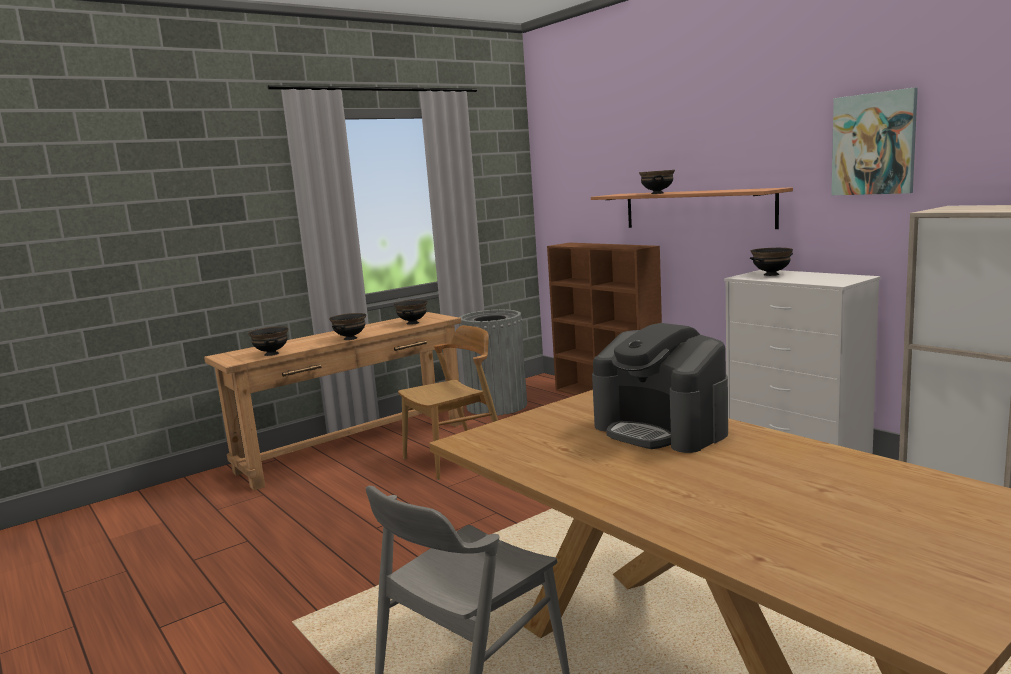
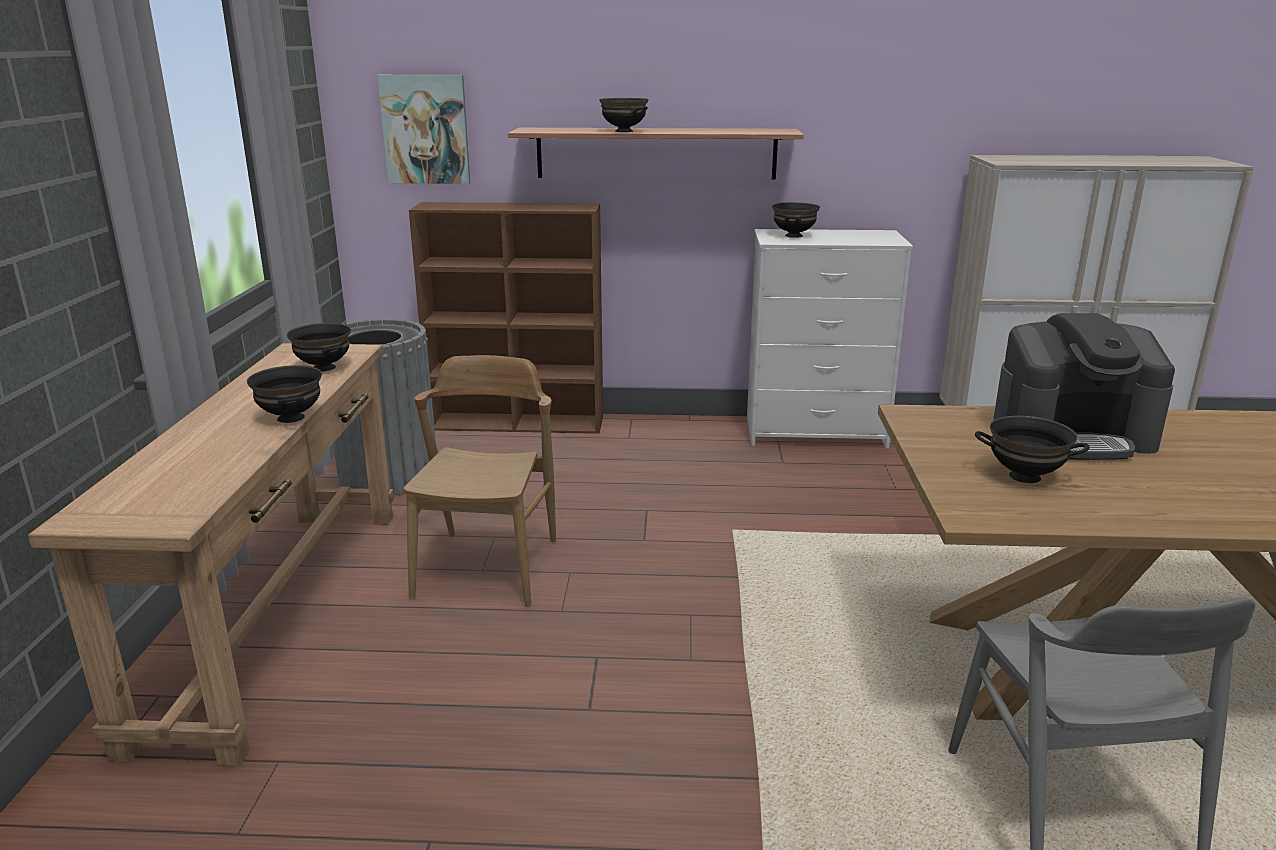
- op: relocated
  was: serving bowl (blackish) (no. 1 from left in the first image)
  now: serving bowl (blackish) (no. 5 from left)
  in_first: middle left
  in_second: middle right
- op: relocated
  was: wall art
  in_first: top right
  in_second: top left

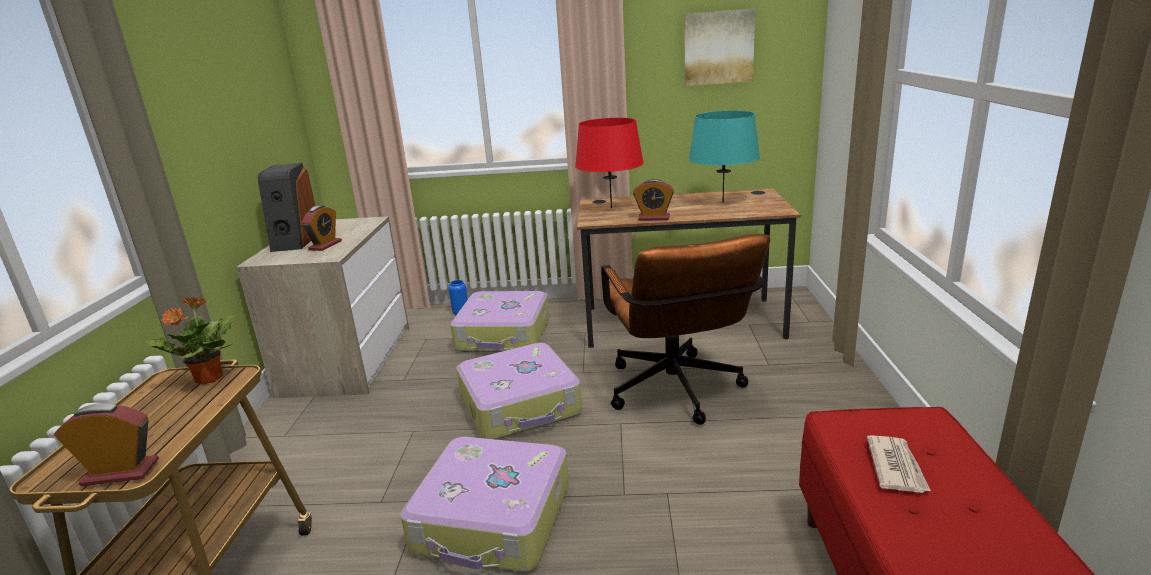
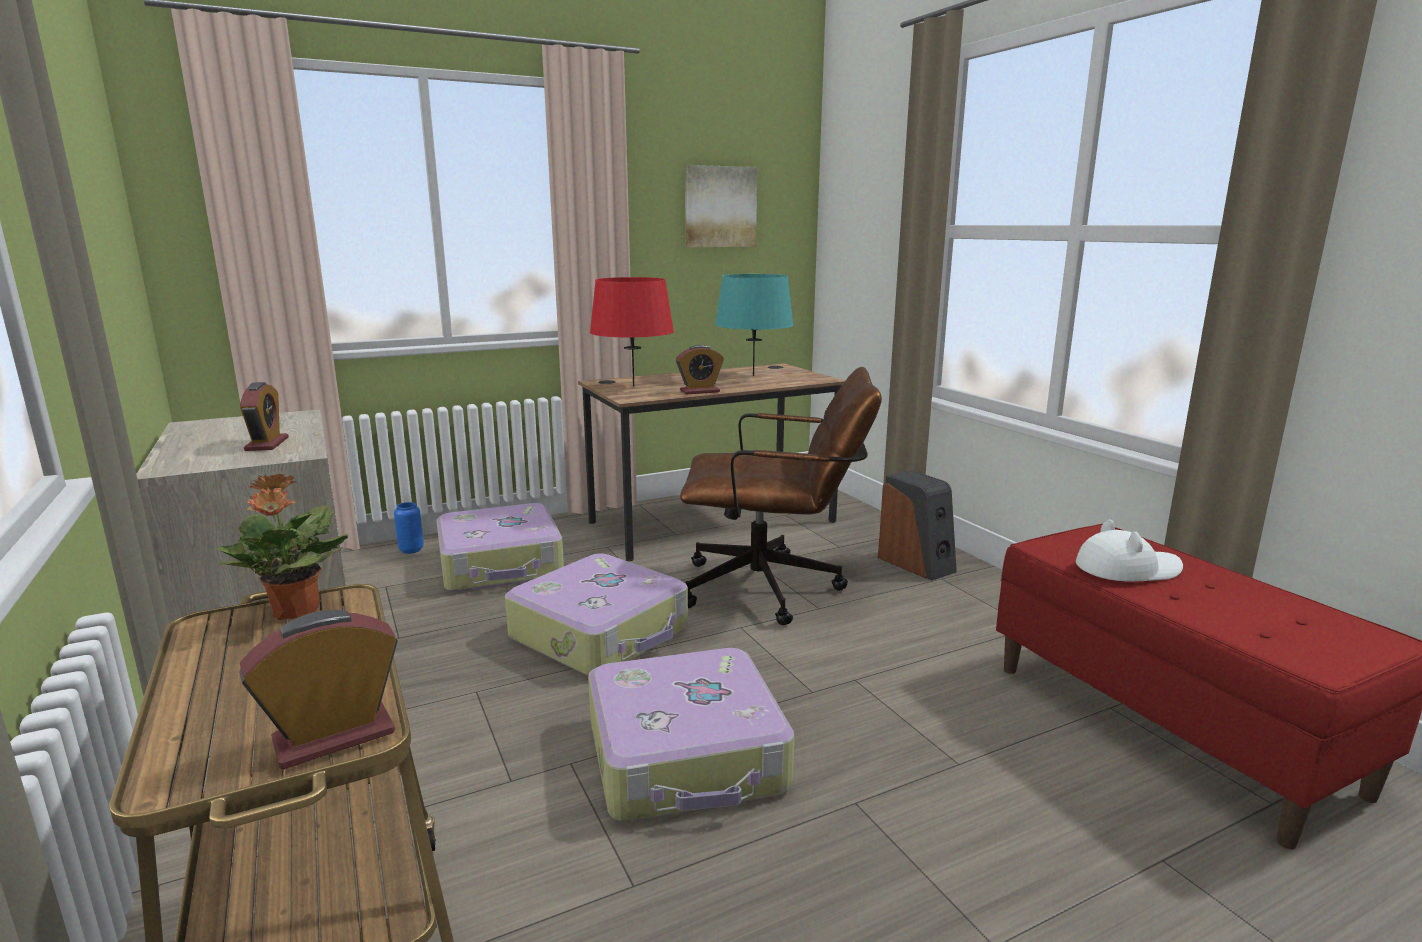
- op: relocated
  was: loudspeaker
  in_first: middle left
  in_second: centre
- op: exchanged
  was: newspaper
  now: hat (whitish)
  in_first: bottom right
  in_second: middle right
- op: spun
  was: computer chair (brown)
  in_first: centre
  in_second: centre
  clockwise: -45

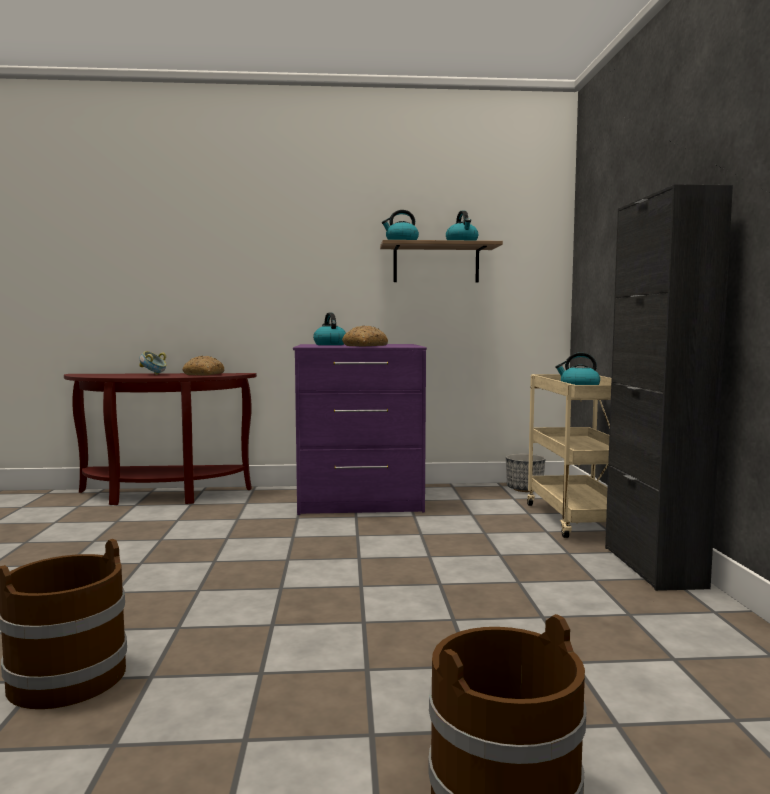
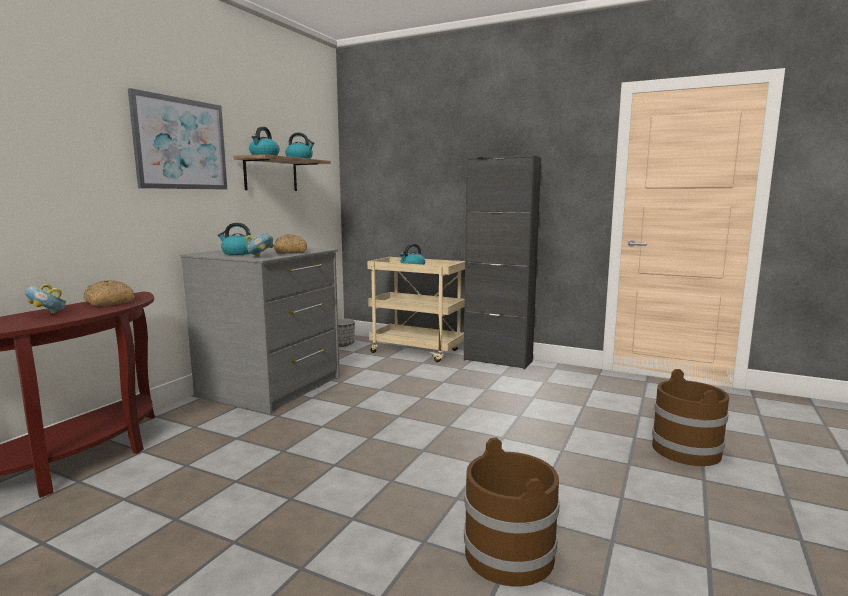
- op: appeared
  now: wall art
  in_second: top left
- op: appeared
  now: serving bowl (no. 2 from left)
  in_second: middle left
- op: colour
  was: chest of drawers (purple)
  now: chest of drawers (grey)
  in_first: centre
  in_second: middle left

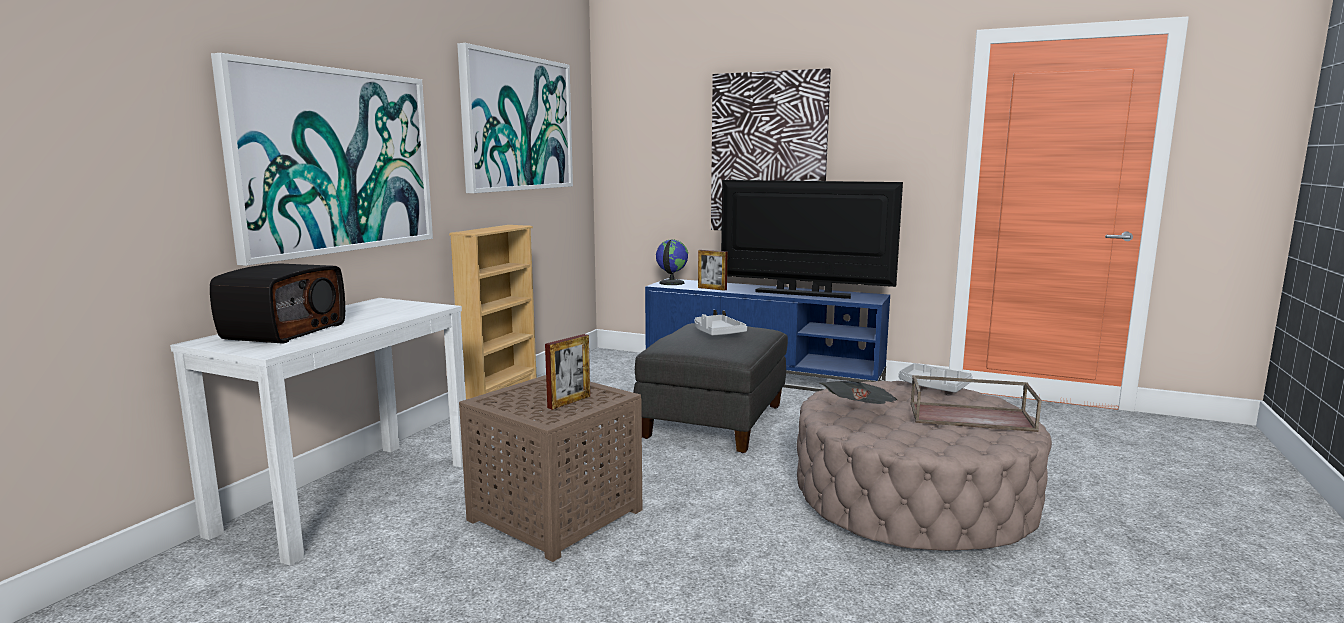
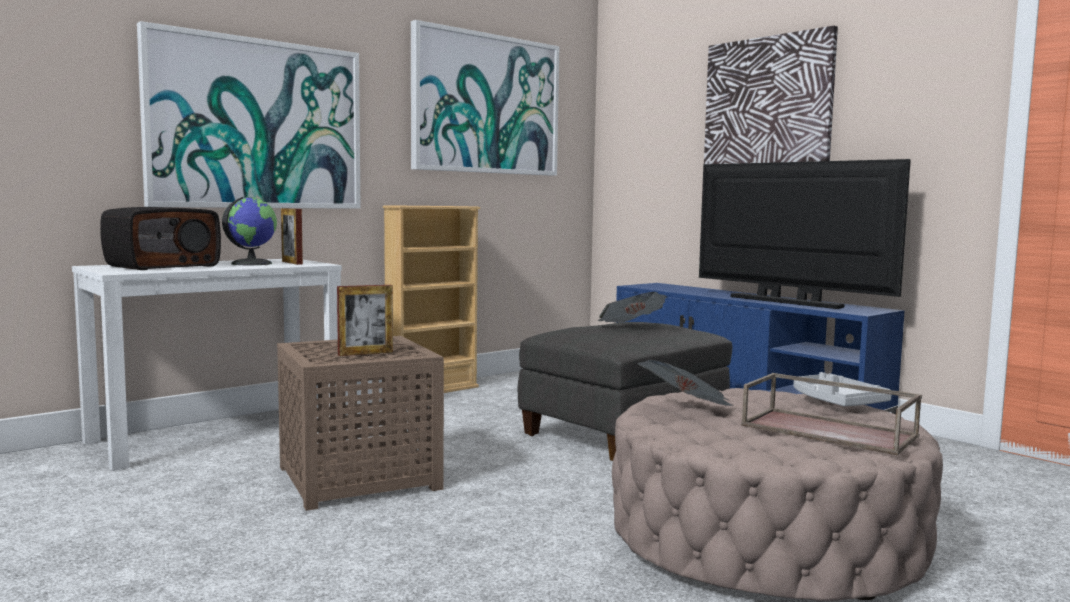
- op: relocated
  was: world globe
  in_first: centre
  in_second: middle left
- op: relocated
  was: photo frame (no. 2 from left in the first image)
  now: photo frame (no. 1 from left)
  in_first: centre
  in_second: middle left
- op: exchanged
  was: carrying tray (grey) (no. 1 from left)
  now: newspaper (no. 1 from left)
  in_first: centre
  in_second: centre

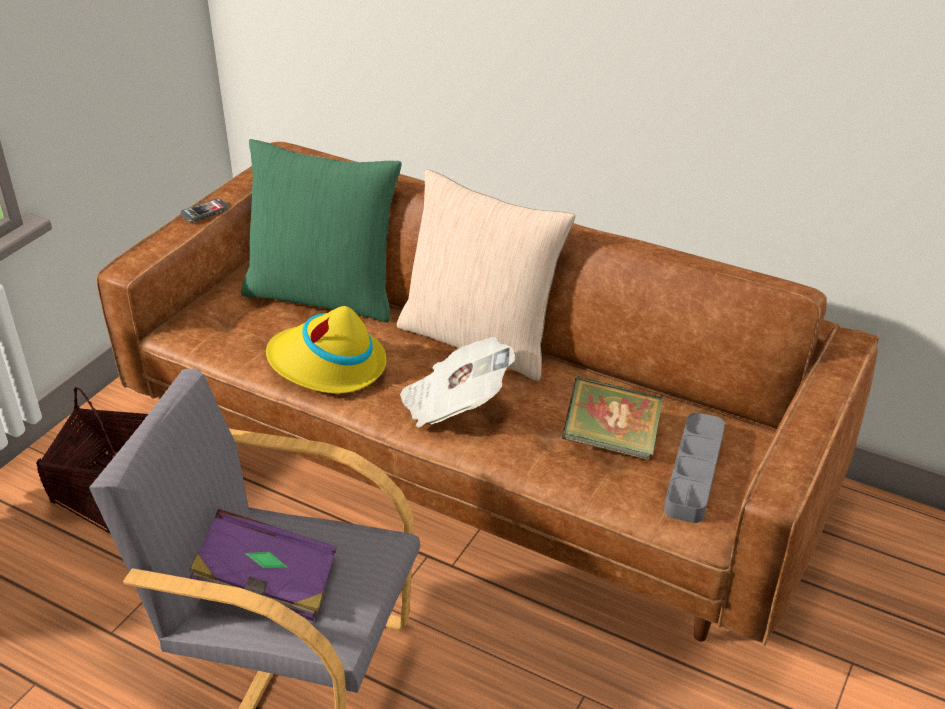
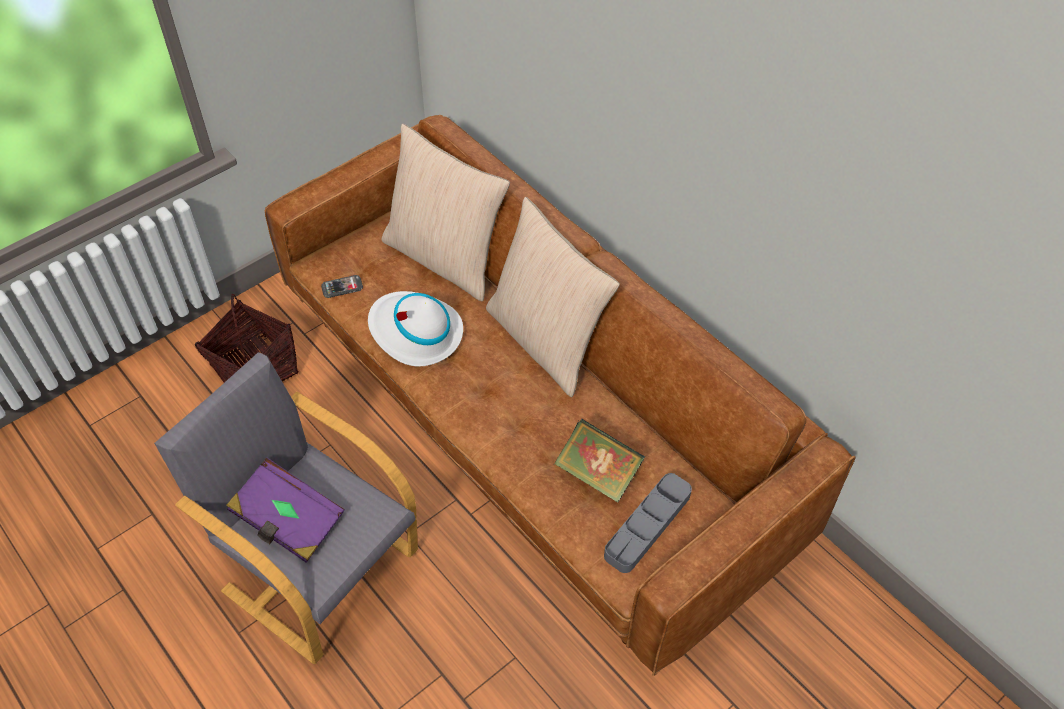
- op: missing
  was: newspaper
  in_first: centre
- op: relocated
  was: telephone
  in_first: top left
  in_second: middle left
- op: colour
  was: throw pillow (greenish)
  now: throw pillow (sand-coloured) (no. 1 from left)
  in_first: top centre
  in_second: top centre
- op: colour
  was: hat (yellow)
  now: hat (whitish)
  in_first: centre
  in_second: centre

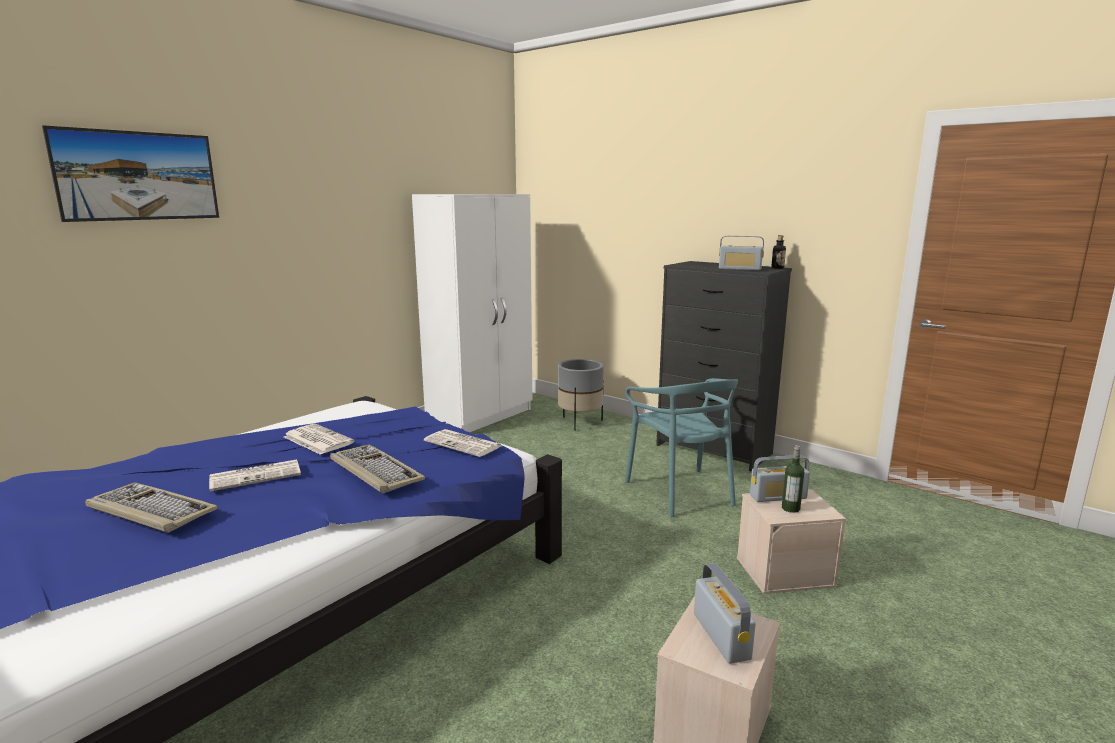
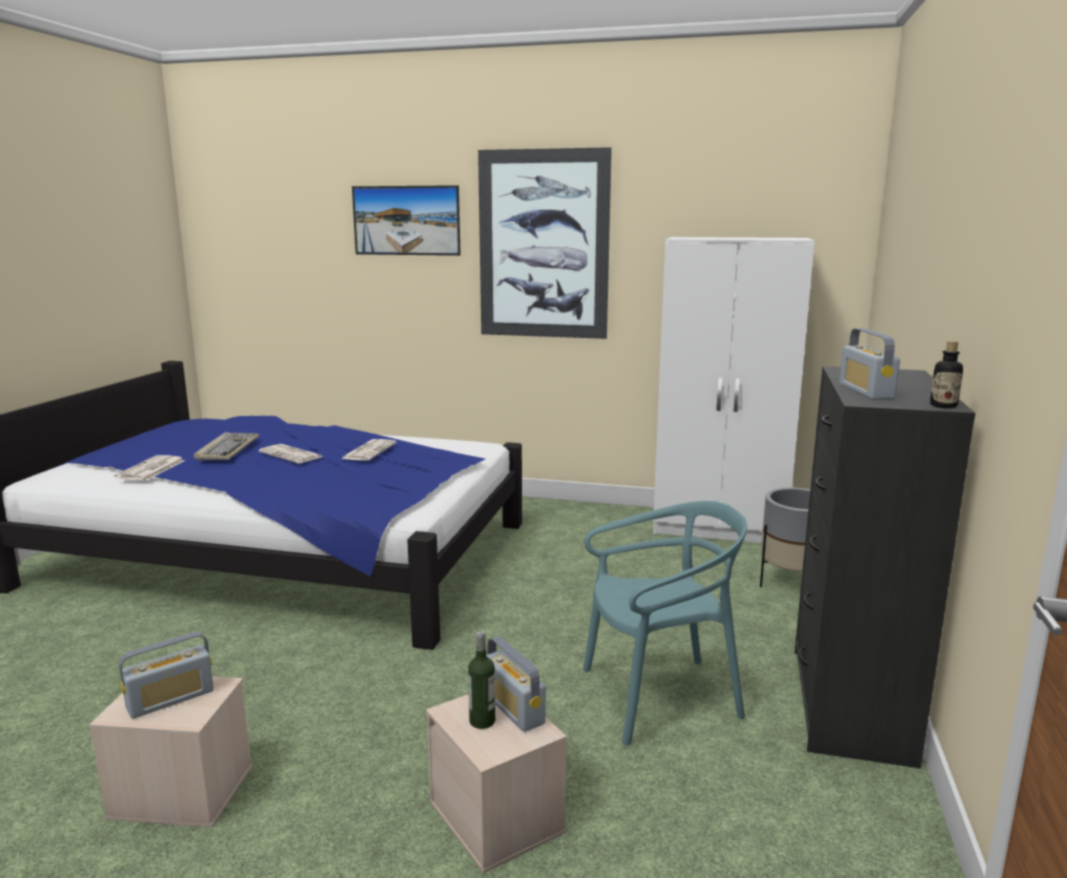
- op: missing
  was: computer keyboard (no. 2 from left)
  in_first: centre
- op: appeared
  now: wall art (no. 2 from left)
  in_second: top centre
- op: relocated
  was: newspaper (no. 3 from left in the first image)
  now: newspaper (no. 1 from left)
  in_first: centre
  in_second: middle left
- op: spun
  was: plain chair (blue-green)
  in_first: centre
  in_second: bottom centre
  clockwise: -150

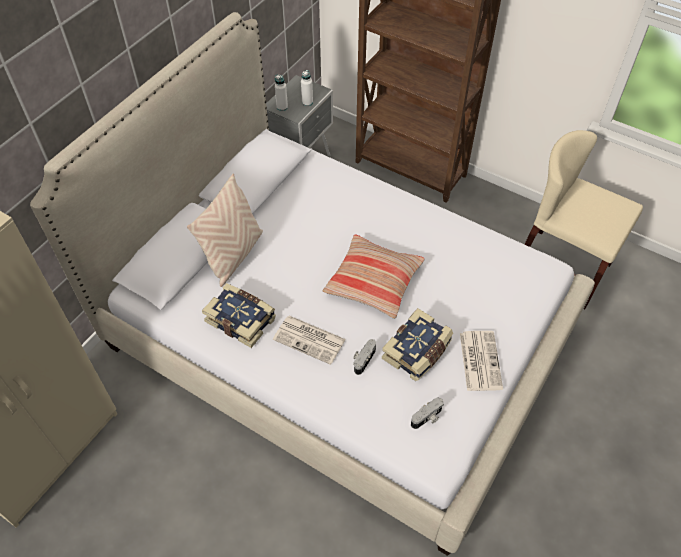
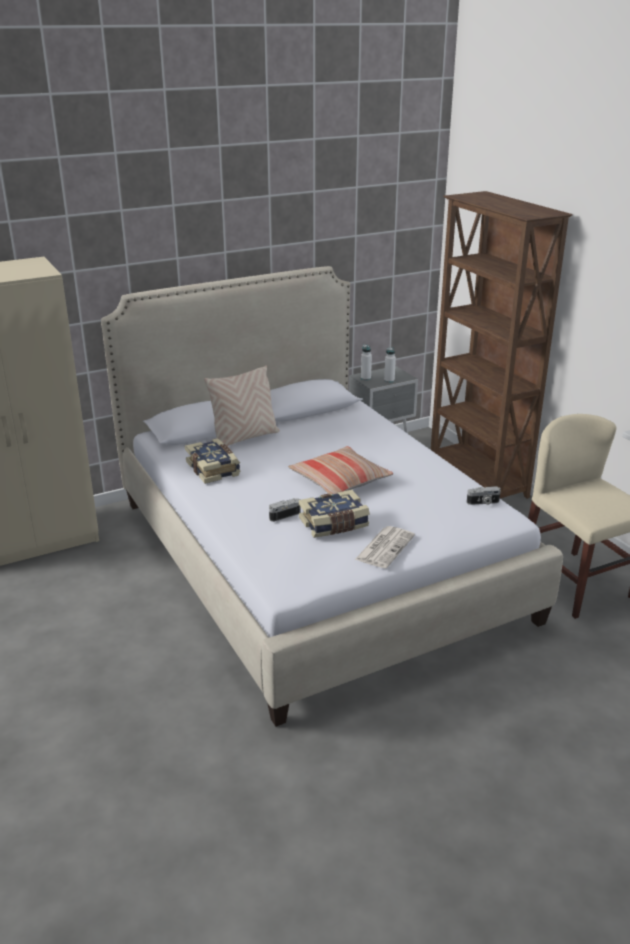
- op: missing
  was: newspaper (no. 1 from left)
  in_first: centre
- op: relocated
  was: still camera (no. 2 from left)
  in_first: bottom centre
  in_second: middle right

